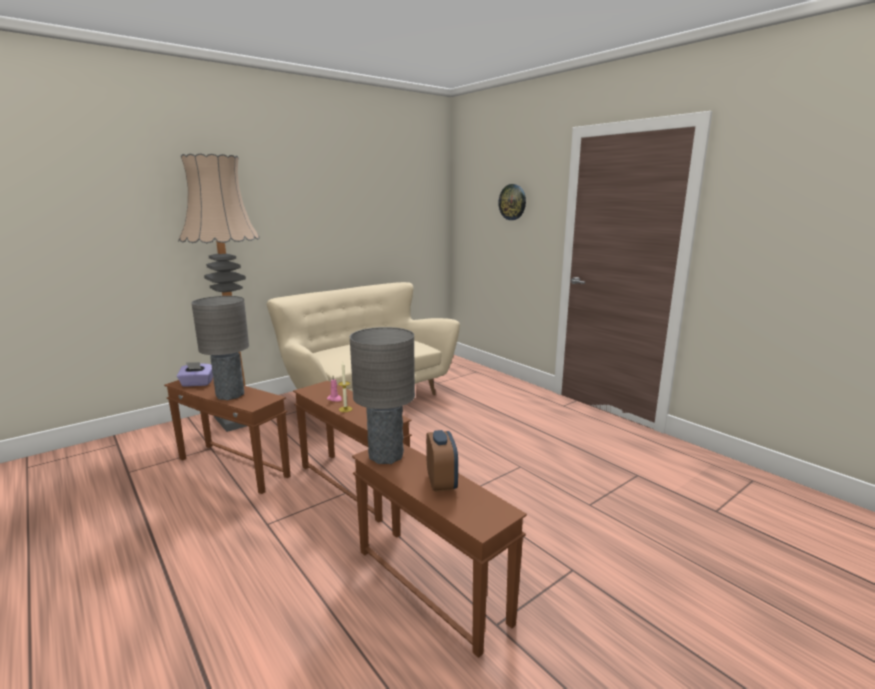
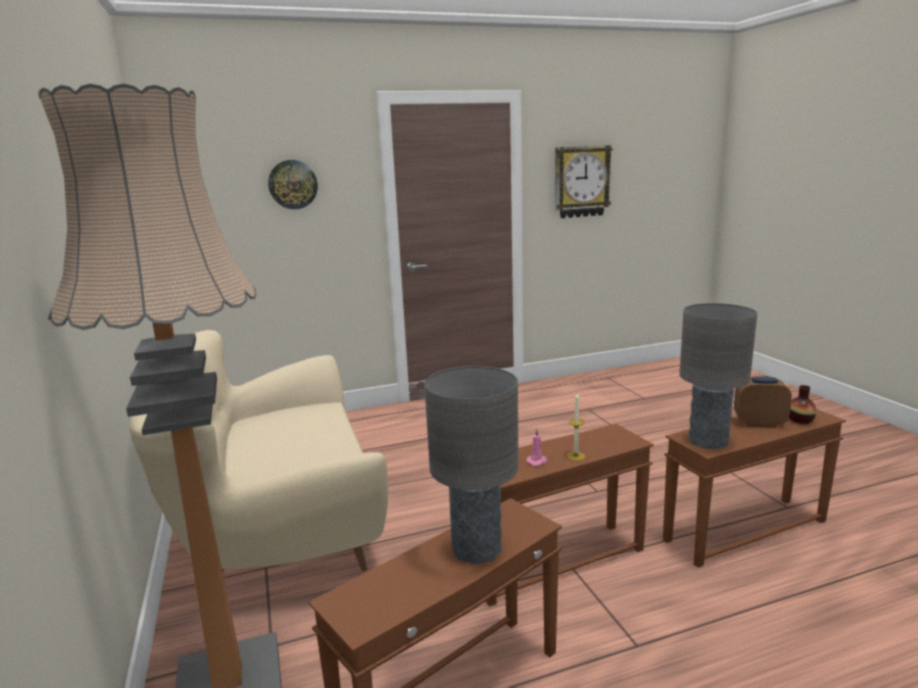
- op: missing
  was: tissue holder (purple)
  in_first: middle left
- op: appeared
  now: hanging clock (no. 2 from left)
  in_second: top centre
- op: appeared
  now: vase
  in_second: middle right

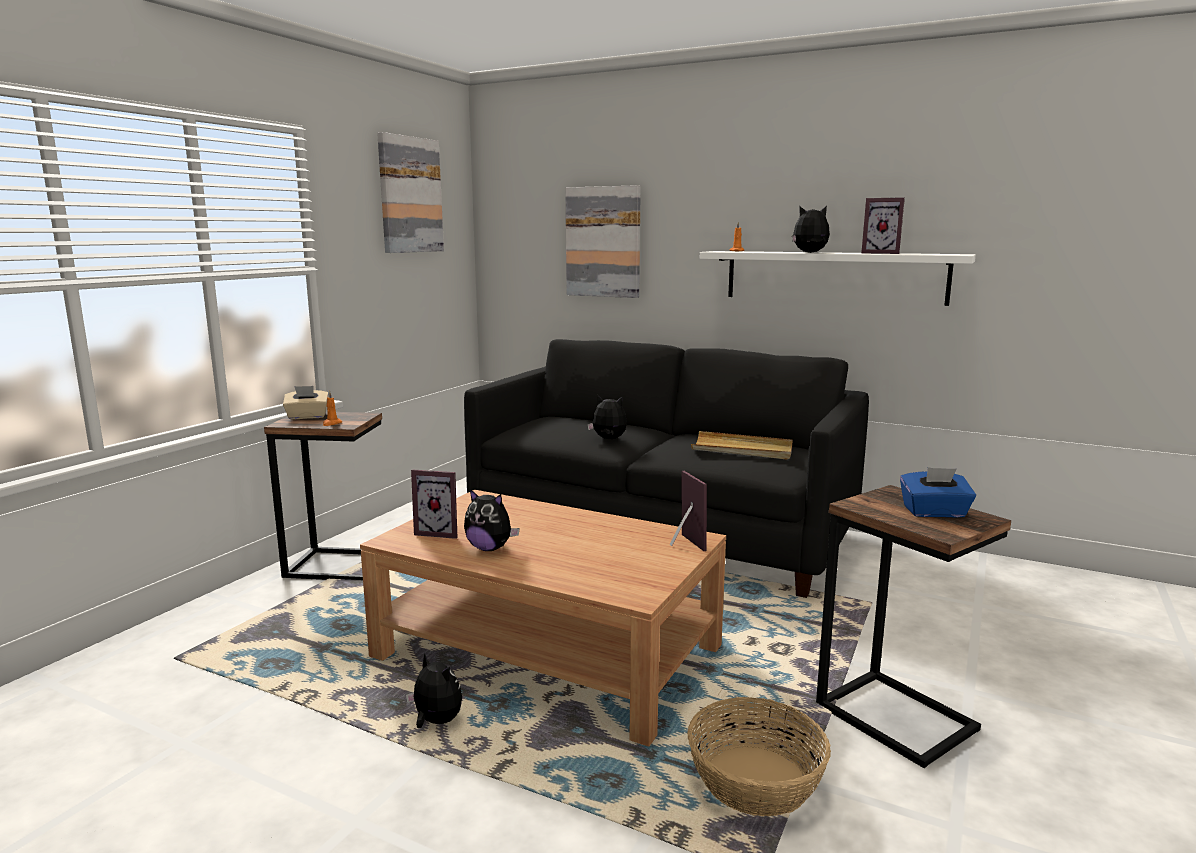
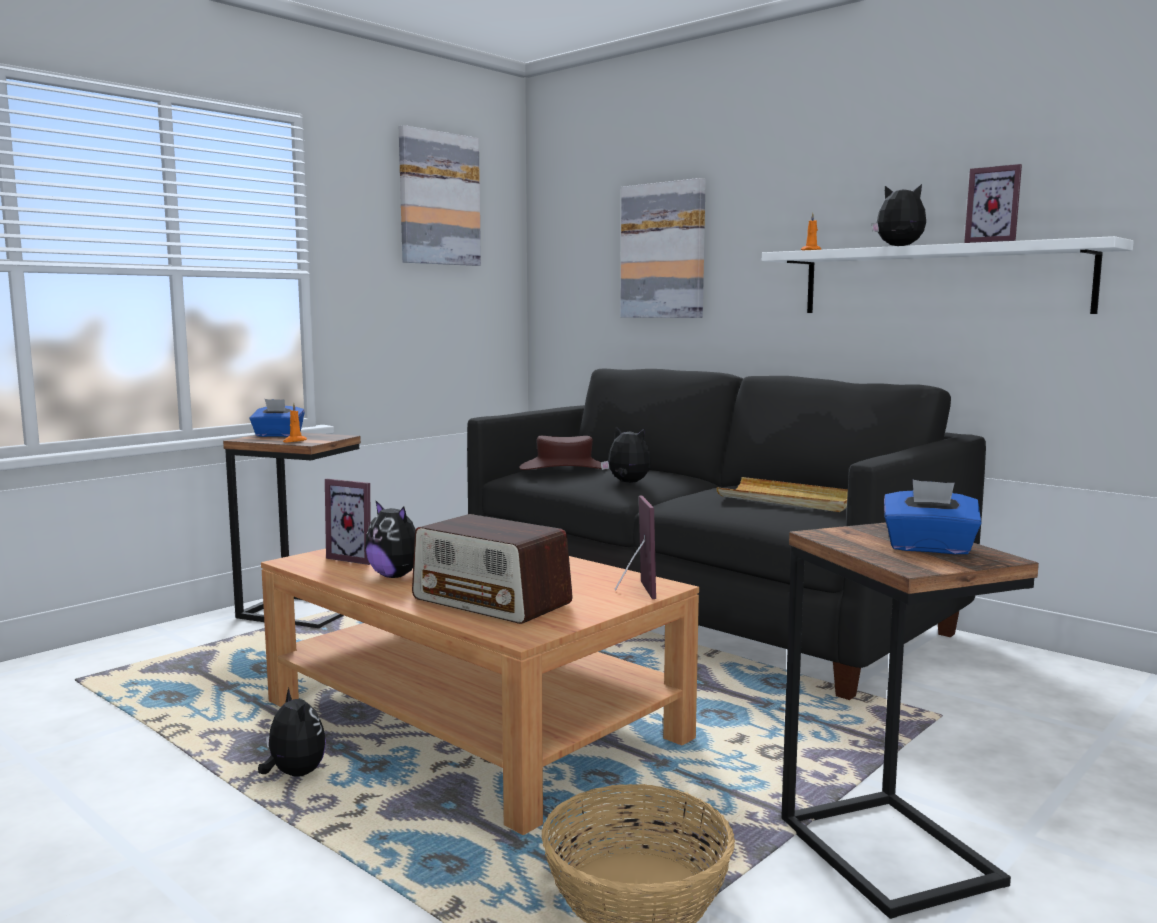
- op: appeared
  now: radio
  in_second: centre
- op: appeared
  now: hat (brown)
  in_second: centre
- op: colour
  was: tissue holder (sand-coloured)
  now: tissue holder (blue-coloured) (no. 1 from left)
  in_first: middle left
  in_second: middle left

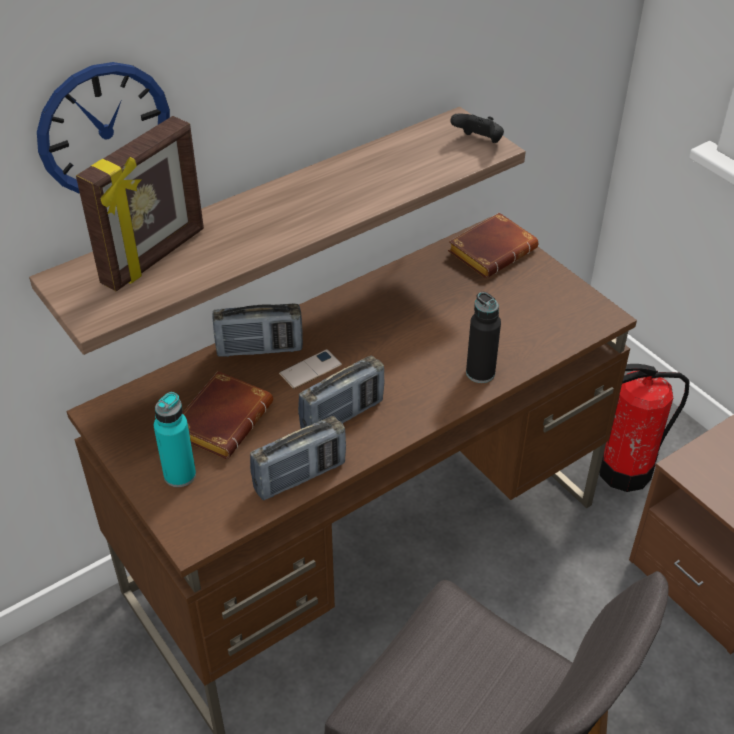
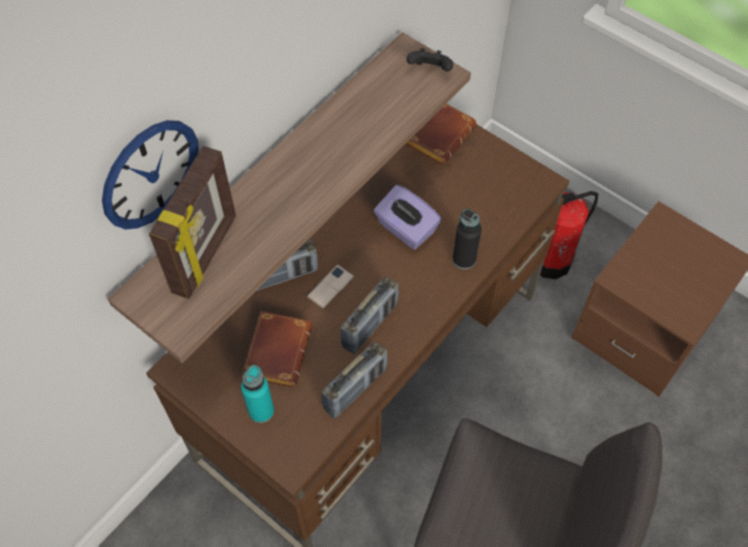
- op: appeared
  now: tissue holder (purple)
  in_second: centre

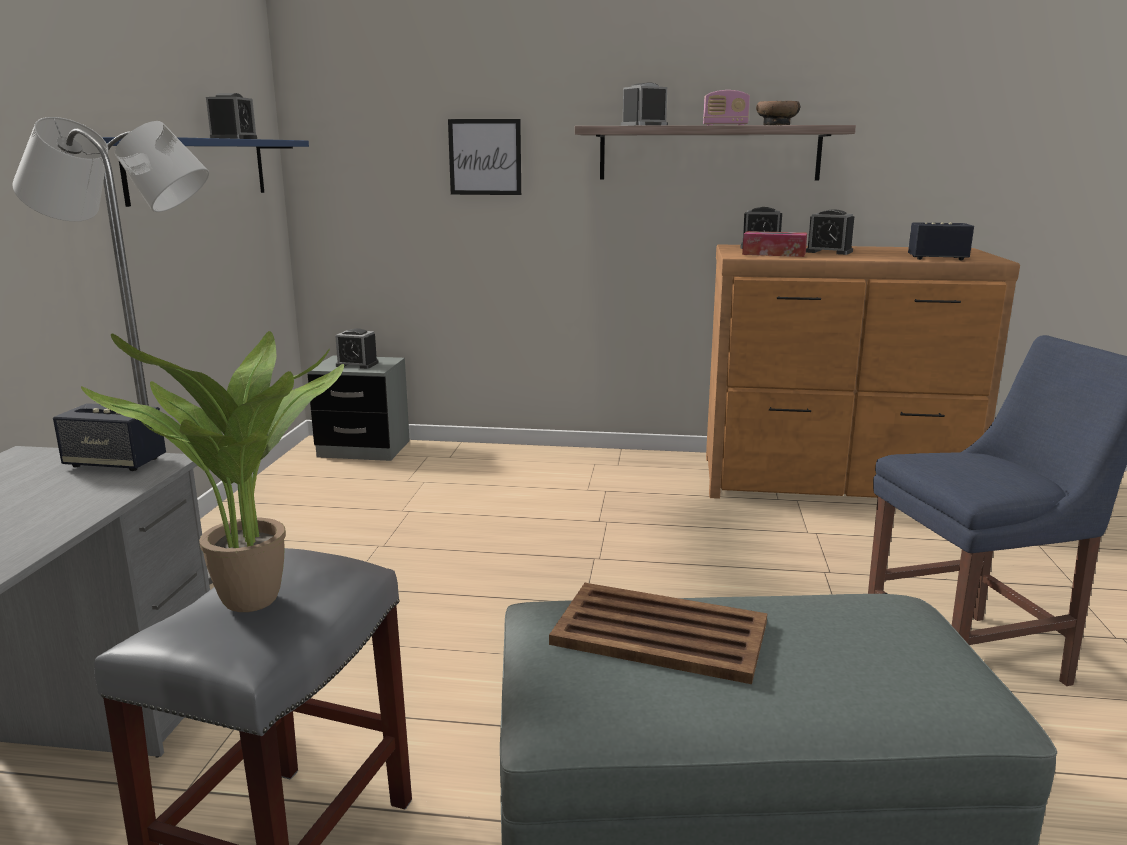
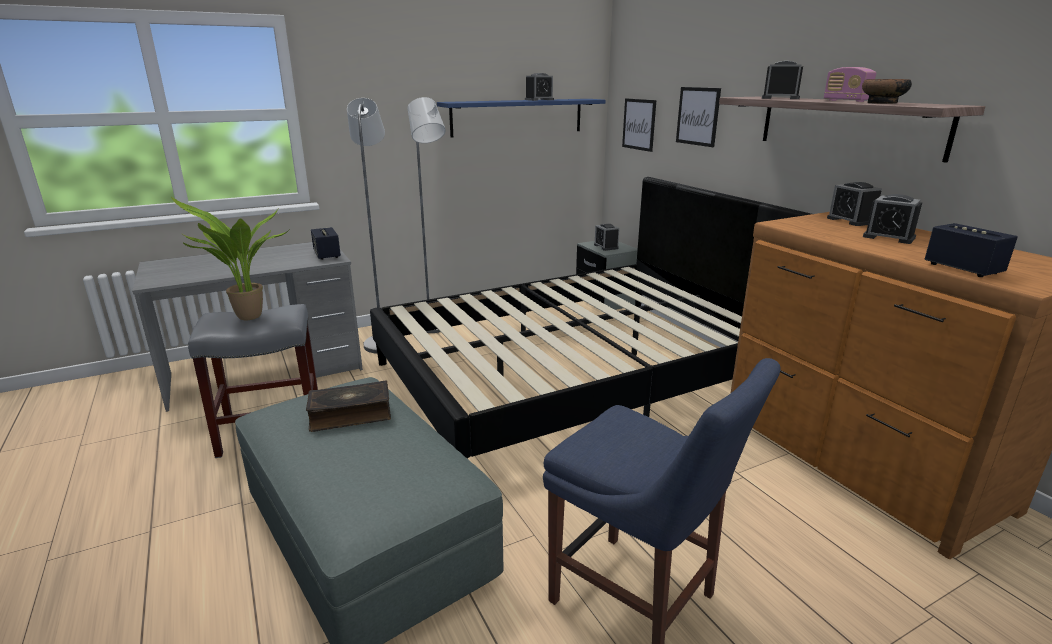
- op: missing
  was: tissue holder
  in_first: top right
- op: appeared
  now: sleeping bed (blackish)
  in_second: centre
- op: appeared
  now: wall art (no. 1 from left)
  in_second: top centre
- op: exchanged
  was: carrying tray (brown)
  now: volume
  in_first: bottom centre
  in_second: middle left
- op: spun
  was: alarm clock (no. 5 from left)
  in_first: top right
  in_second: middle right
  clockwise: -45

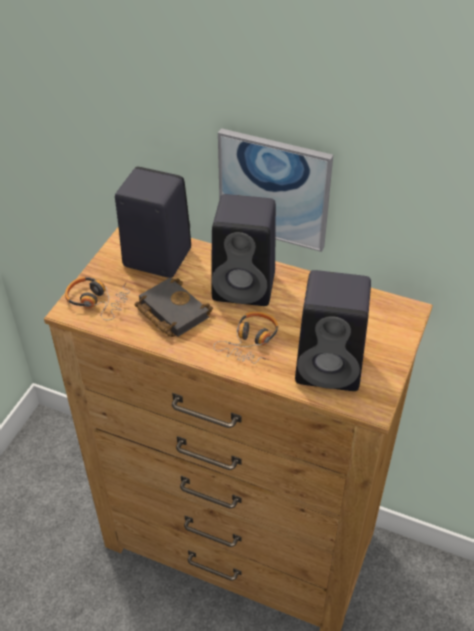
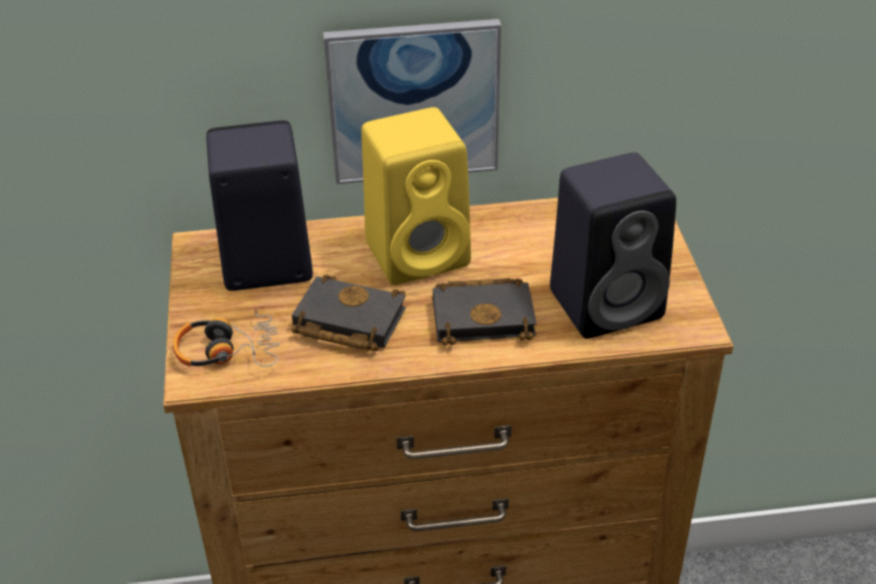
- op: exchanged
  was: pair of headphones (no. 2 from left)
  now: volume (blackish) (no. 2 from left)
  in_first: centre
  in_second: centre
- op: colour
  was: loudspeaker (blackish) (no. 2 from left)
  now: loudspeaker (yellow)
  in_first: centre
  in_second: centre

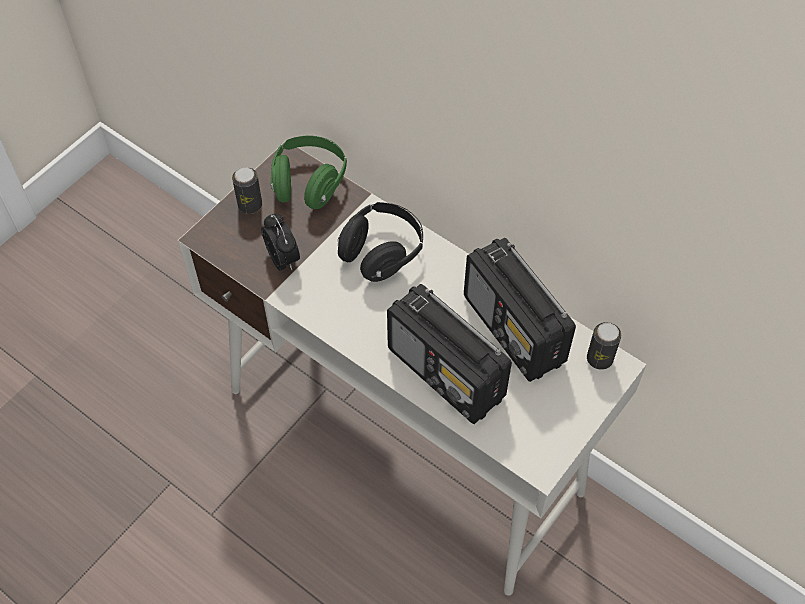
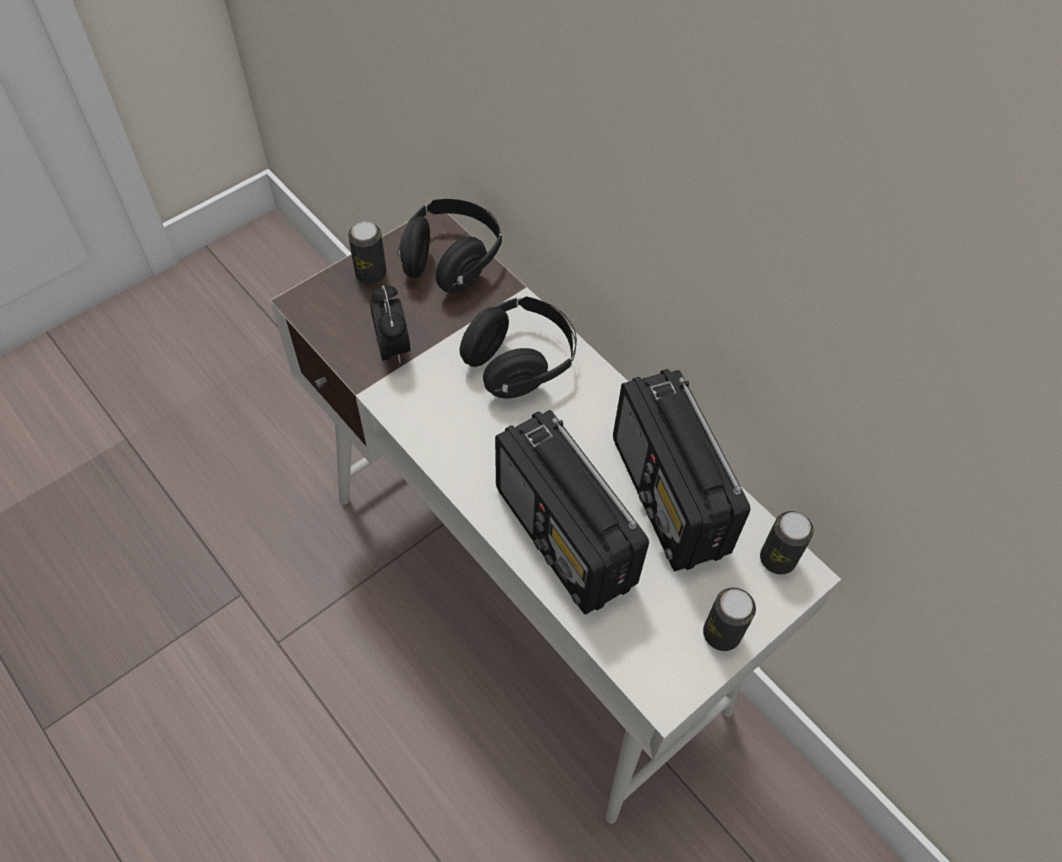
- op: appeared
  now: metal can (no. 2 from left)
  in_second: bottom right
- op: colour
  was: pair of headphones (greenish)
  now: pair of headphones (blackish) (no. 1 from left)
  in_first: top centre
  in_second: top centre

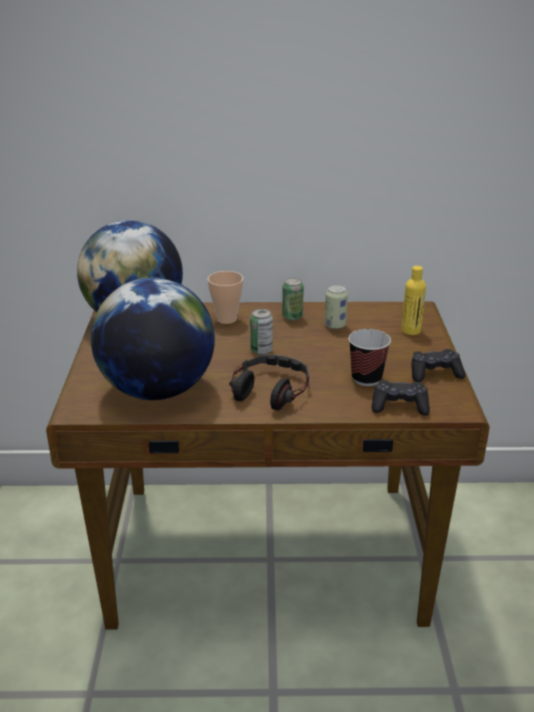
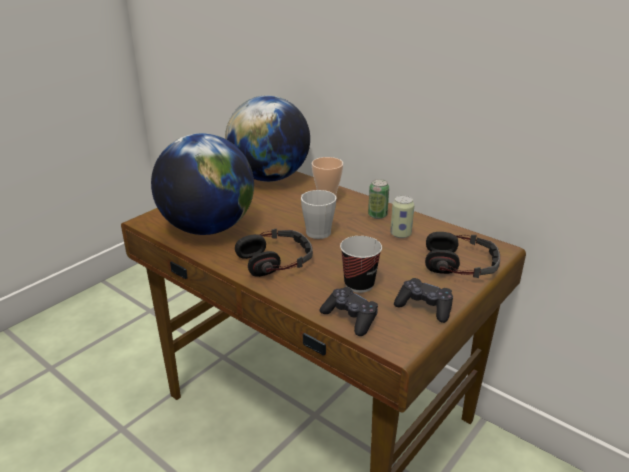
- op: exchanged
  was: metal can (no. 1 from left)
  now: coffee mug (grey)
  in_first: centre
  in_second: centre
- op: exchanged
  was: drink bottle (yellow)
  now: pair of headphones (no. 2 from left)
  in_first: middle right
  in_second: middle right

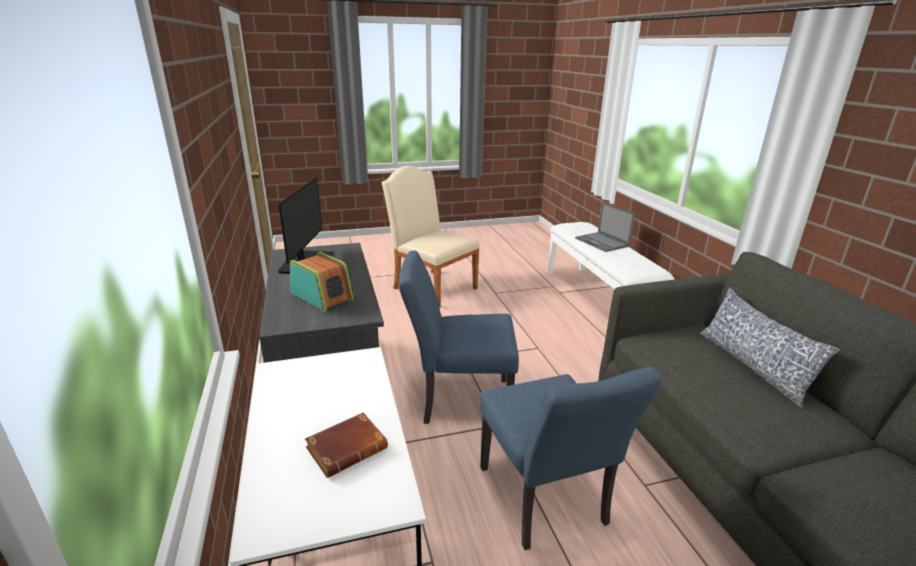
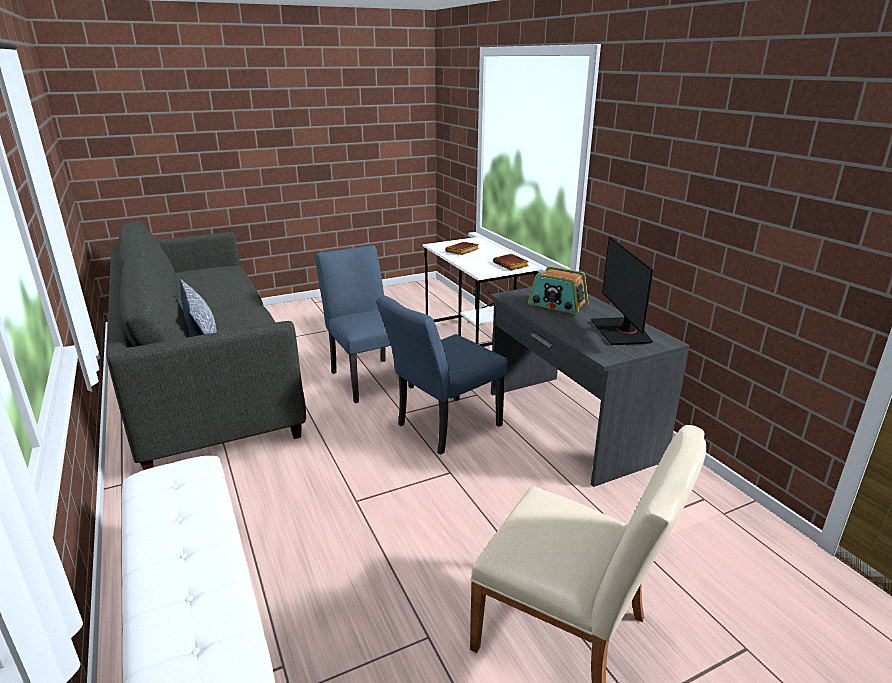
- op: missing
  was: notebook computer
  in_first: centre
- op: appeared
  now: volume (brown) (no. 2 from left)
  in_second: centre
- op: spun
  was: plain chair (blue-coloured) (no. 1 from left in the first image)
  in_first: centre
  in_second: centre
  clockwise: 150

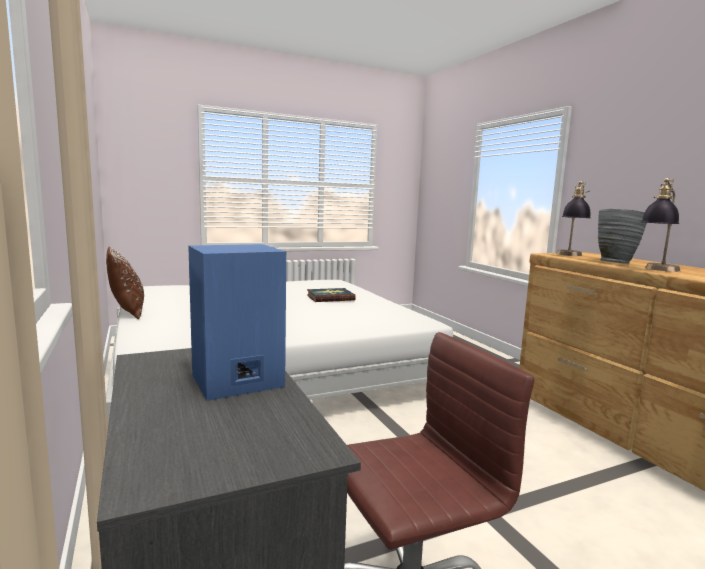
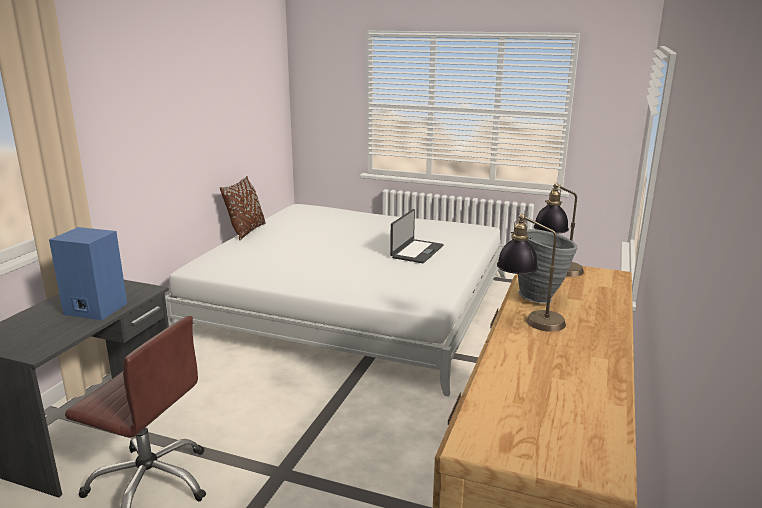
- op: exchanged
  was: volume
  now: notebook computer
  in_first: centre
  in_second: centre

